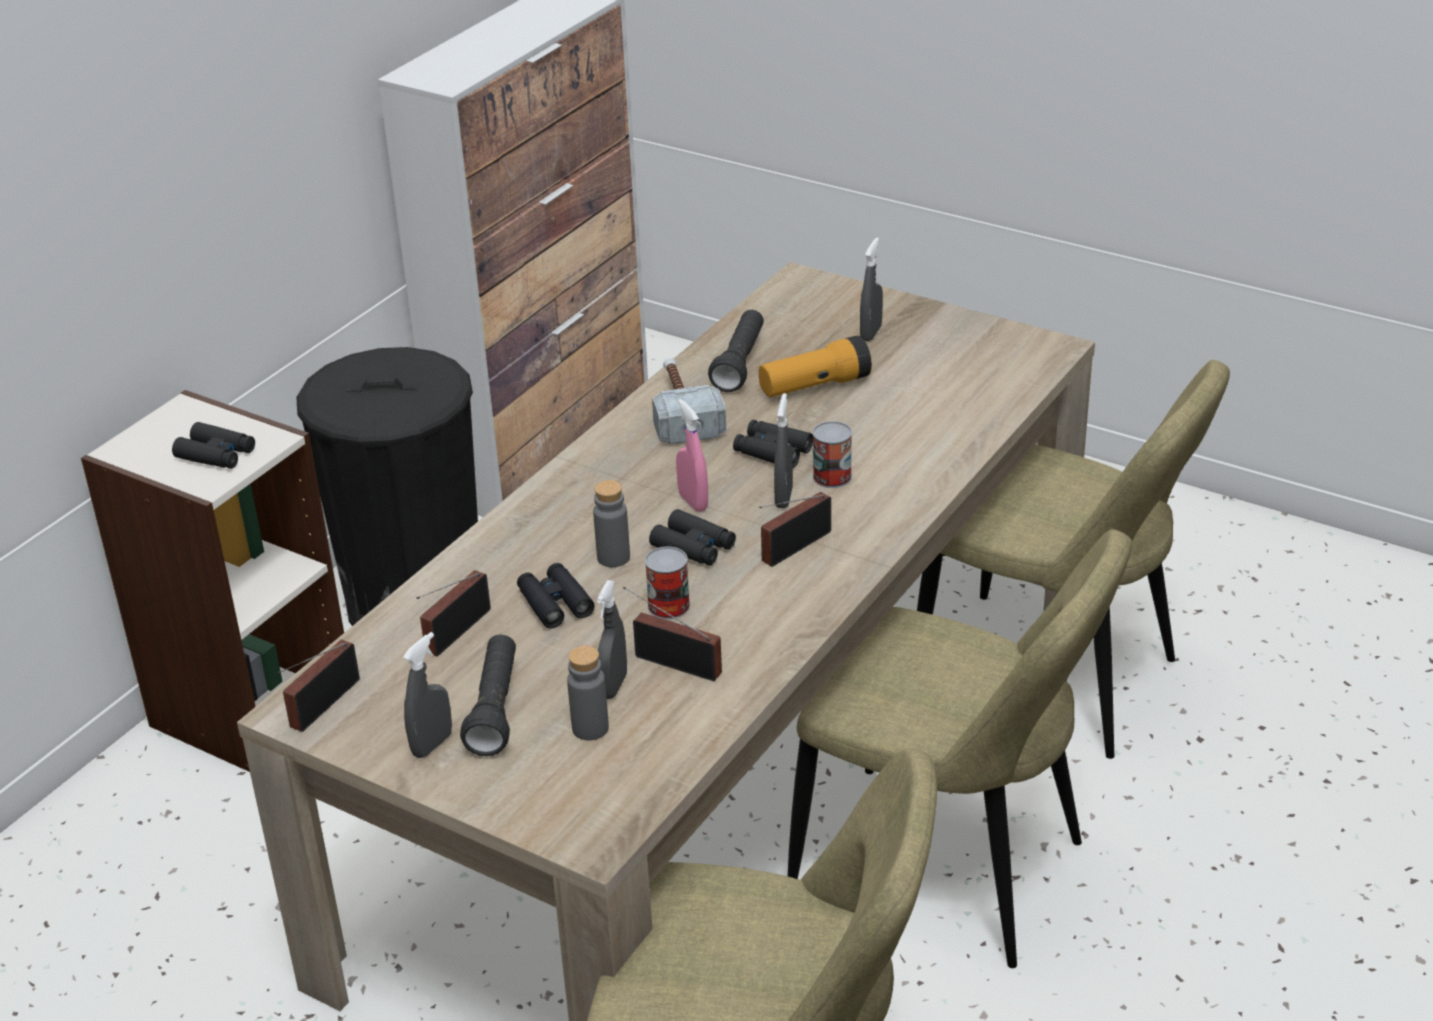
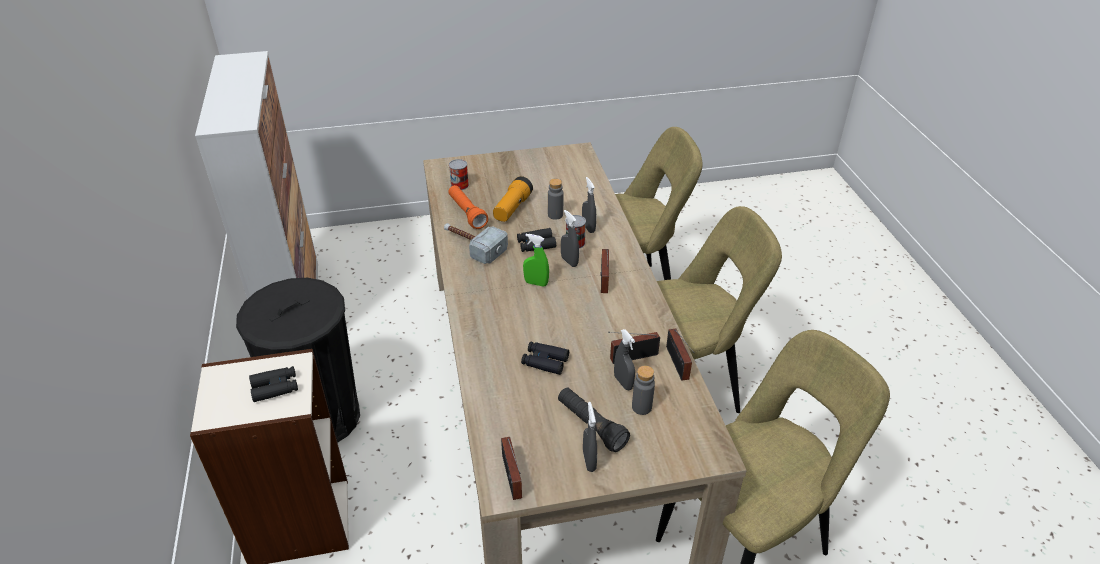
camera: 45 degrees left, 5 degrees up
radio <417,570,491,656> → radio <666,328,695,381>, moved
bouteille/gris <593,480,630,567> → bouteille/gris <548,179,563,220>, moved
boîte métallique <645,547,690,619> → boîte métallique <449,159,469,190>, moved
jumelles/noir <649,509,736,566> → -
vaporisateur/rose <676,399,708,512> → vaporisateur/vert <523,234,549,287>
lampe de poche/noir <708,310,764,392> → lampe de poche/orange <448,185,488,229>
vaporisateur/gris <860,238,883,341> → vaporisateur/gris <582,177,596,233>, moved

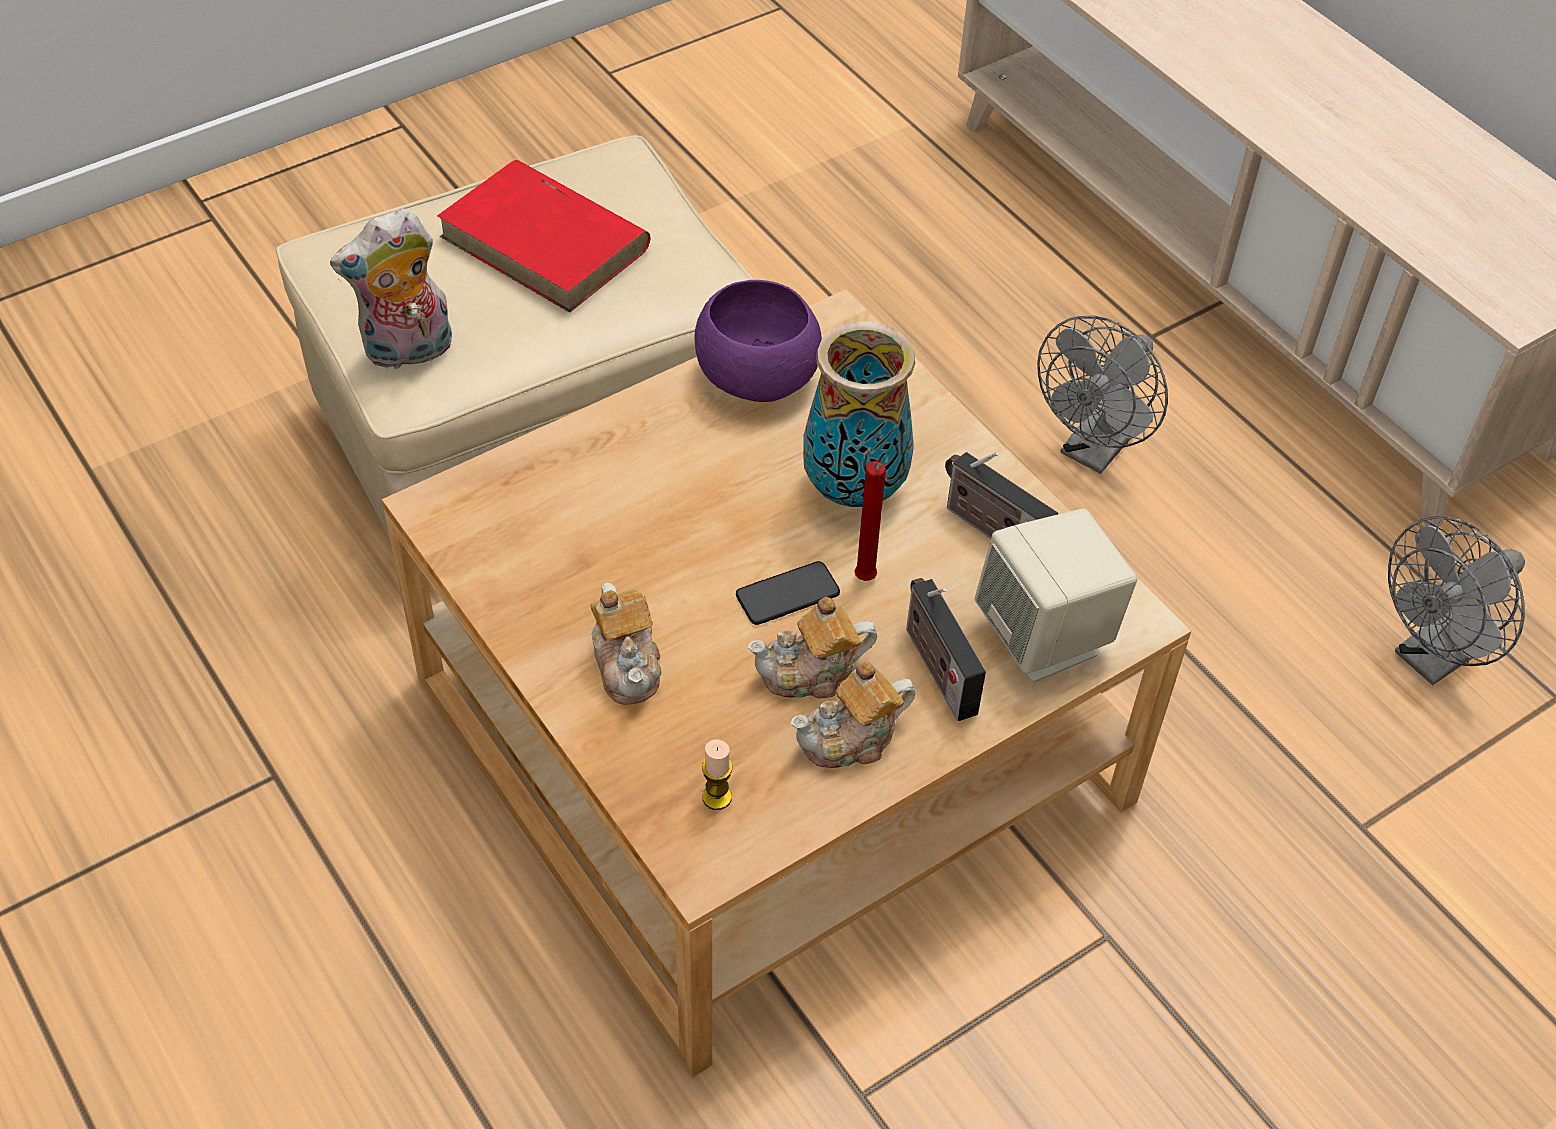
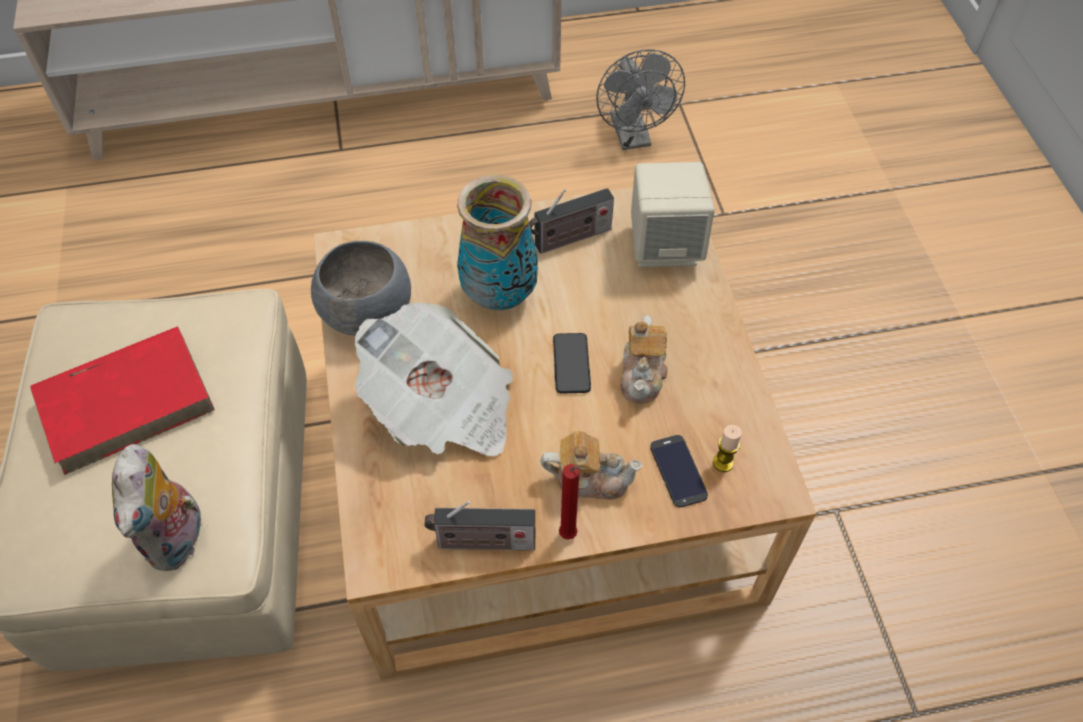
camera: 65 degrees left, 5 degrees up
bol/violet <694,280,822,402> → bol/gris <311,241,411,336>
théière <791,662,916,768> → -
bougie/rouge <854,461,886,581> → bougie/rouge <559,464,588,540>, moved
radio <906,578,986,721> → radio <424,501,535,550>, moved
ventilateur/gris <1037,315,1168,474> → -
- → journal <355,303,513,456>
- → téléphone <650,435,708,508>

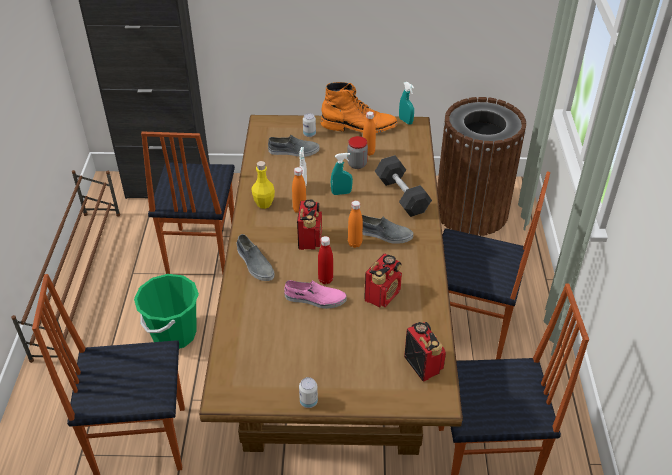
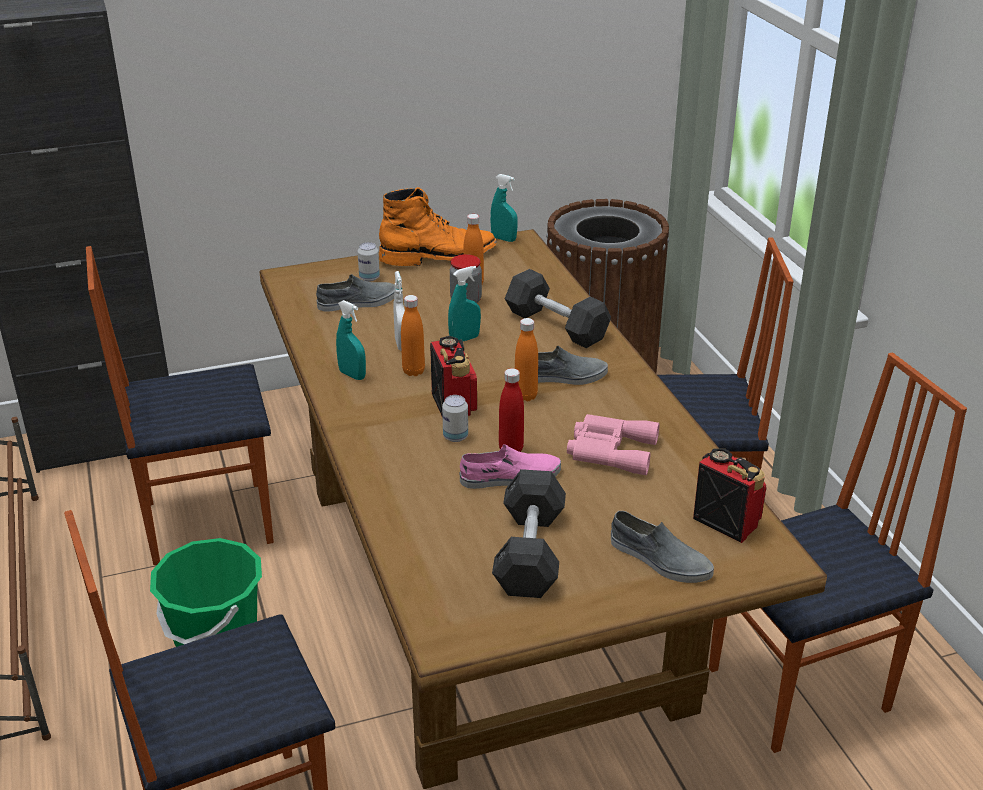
camera: 20 degrees left, 10 degrees down
chaise <141,131,235,274> → chaise <86,246,274,565>, 90 degrees clockwise
chaussure/gris <237,234,275,281> → chaussure/gris <611,511,714,583>, moved
bouteille/jaune <252,161,275,209> → vaporisateur/turquoise <336,300,366,380>
boîte métallique <299,377,318,408> → boîte métallique <442,395,468,442>, moved
radio <364,253,402,308> → jumelles/rose <567,414,660,475>
- → haltère/gris <492,469,566,598>

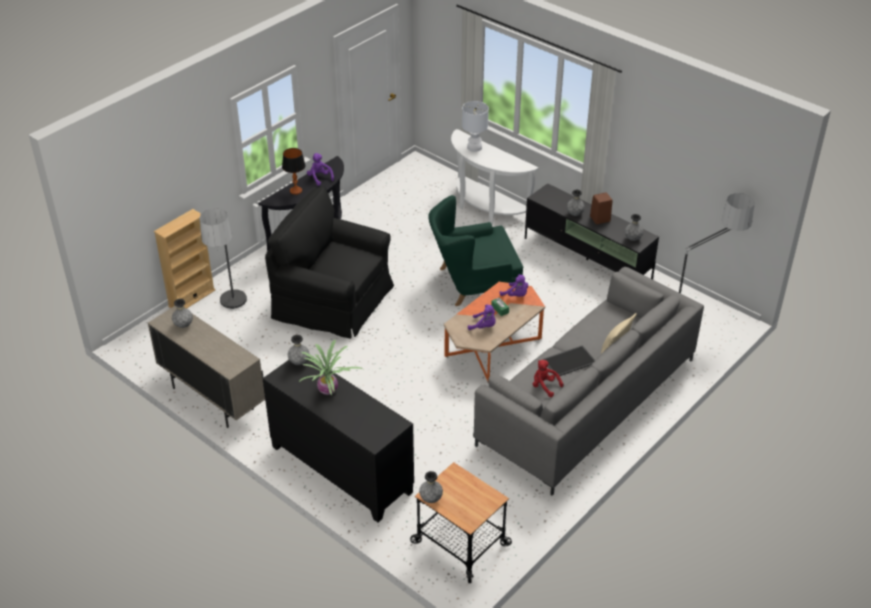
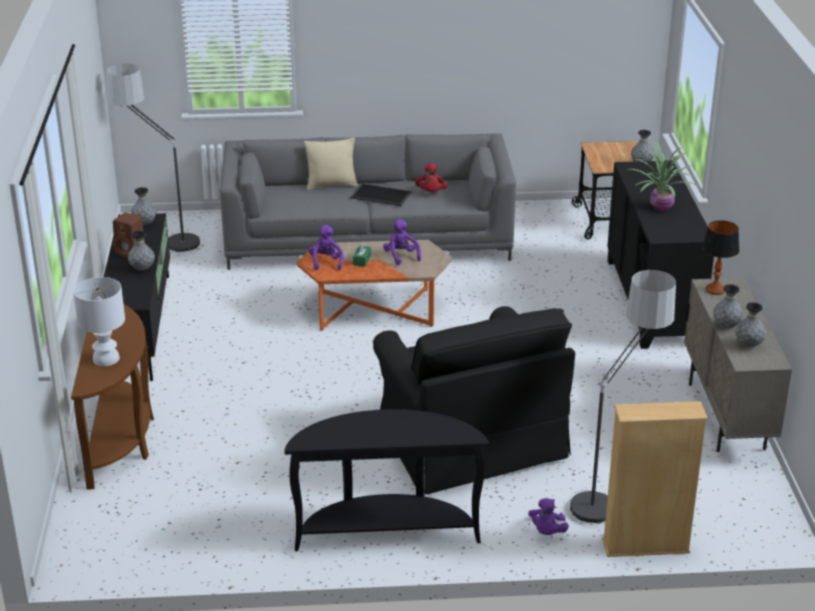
camera: 135 degrees left, 10 degrees down
lampe de table <282,148,306,195> → lampe de table <702,220,739,295>, moved
vase/gris <288,335,309,365> → vase/gris <713,284,743,328>, moved
peluche/violet <307,153,334,186> → peluche/violet <528,498,569,535>, moved
fauteuil/vert <428,195,523,306> → -
table console/blanc <451,129,539,224> → table console/marron <71,304,154,490>

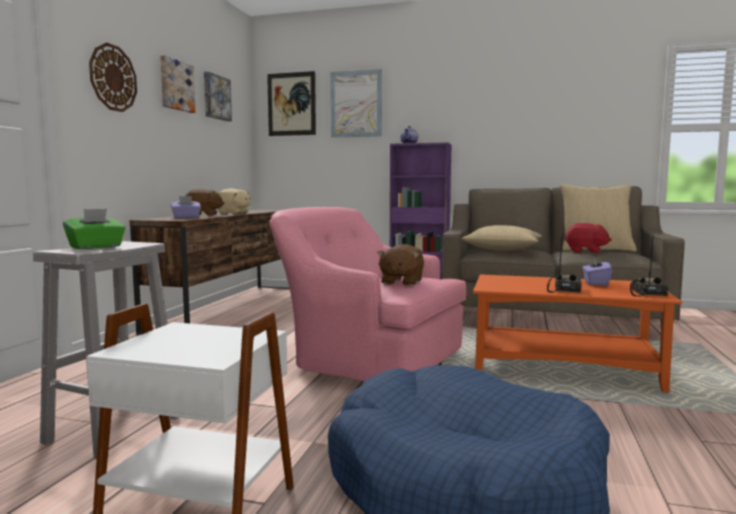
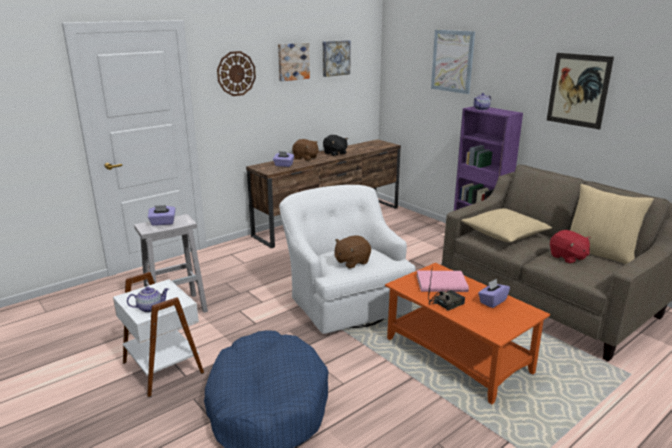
camera: 35 degrees right, 15 degrees up
boîte à mouchoirs/vert <63,209,125,249> → boîte à mouchoirs/violet <148,205,176,226>
peluche/beige <218,189,251,214> → peluche/noir <323,135,348,156>
tableau <267,71,316,136> → tableau <547,53,614,129>, moved
fauteuil/rose <270,207,466,382> → fauteuil/blanc <279,185,416,334>
radio <630,235,669,297> → -
- → théière <127,287,169,313>
- → livre/rose <416,271,469,292>

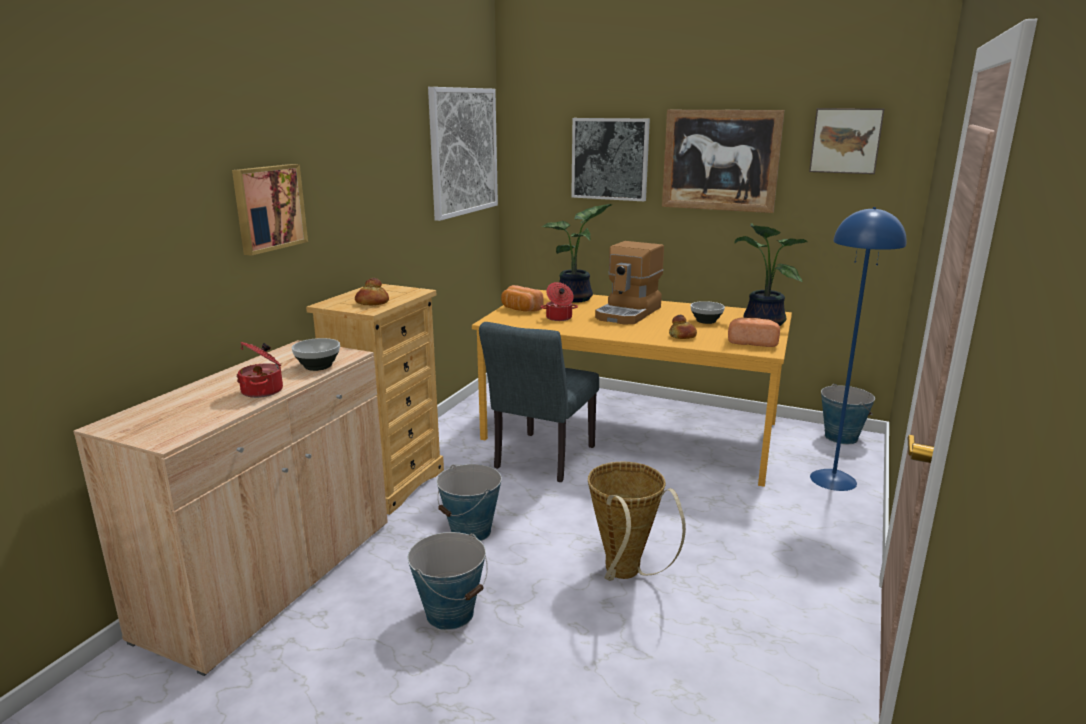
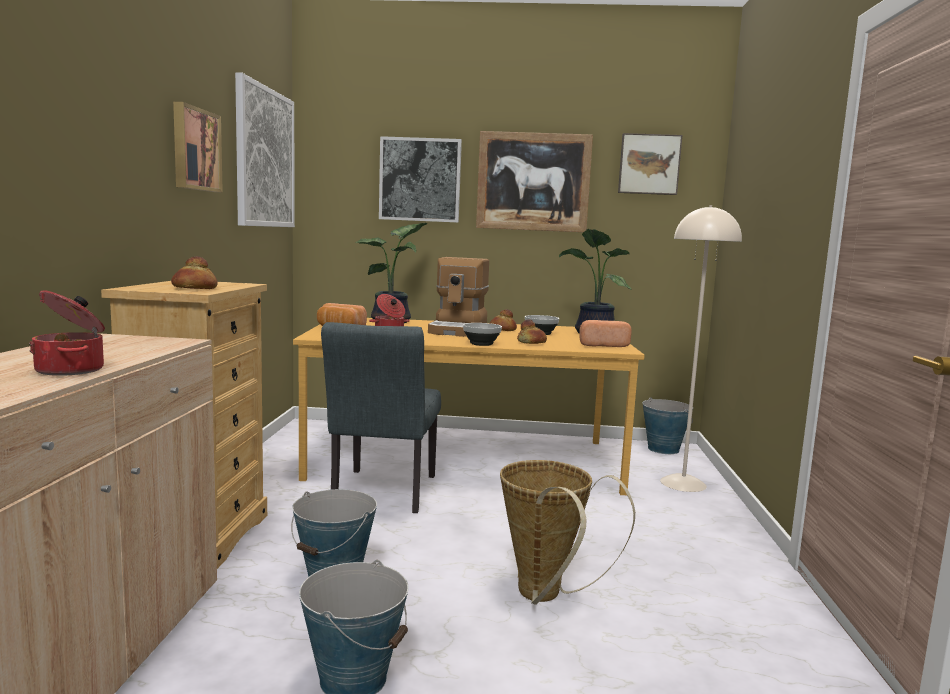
camera: 20 degrees left, 10 degrees down
tableau <232,164,308,256> → tableau <173,102,223,192>, moved
bol <291,338,340,371> → bol <463,323,502,346>, moved
lampadaire/bleu <810,207,906,491> → lampadaire/beige <660,205,742,492>
- → pain <490,309,517,331>

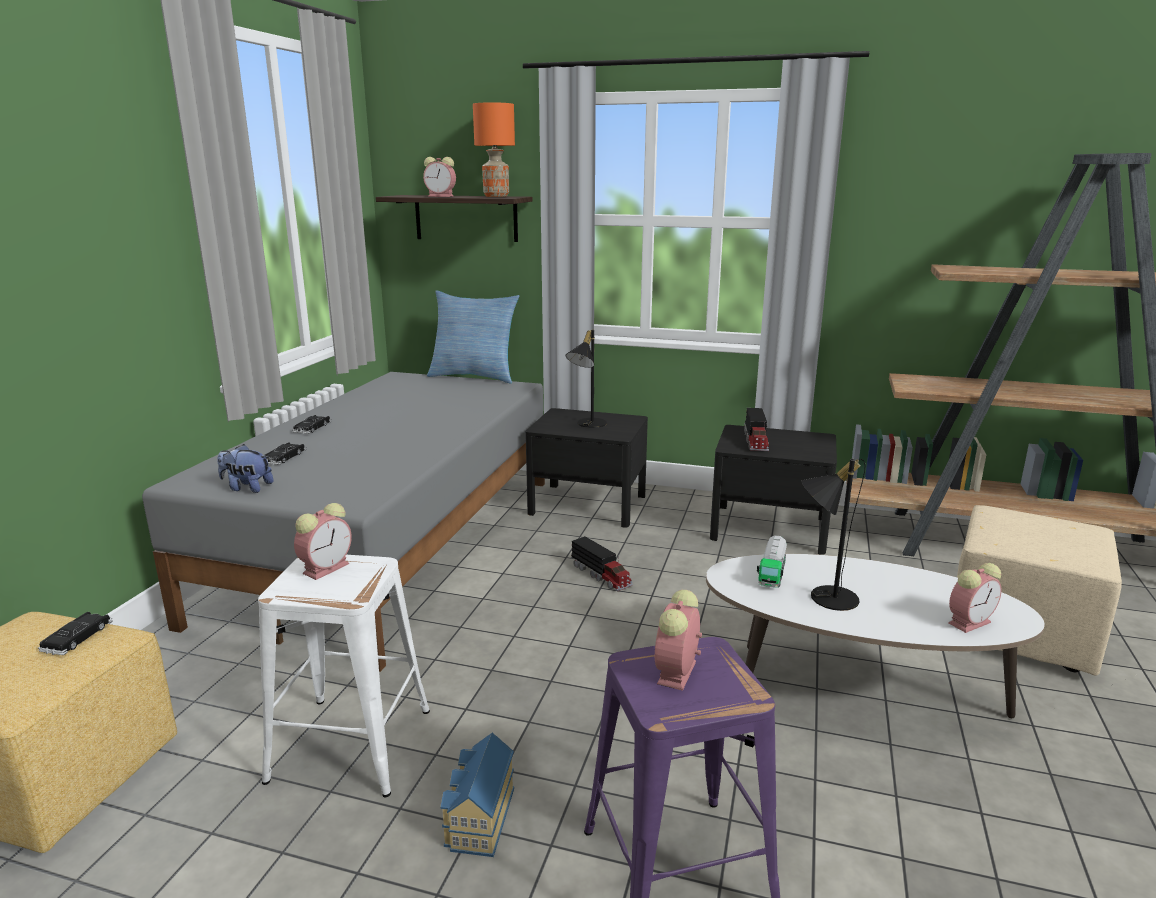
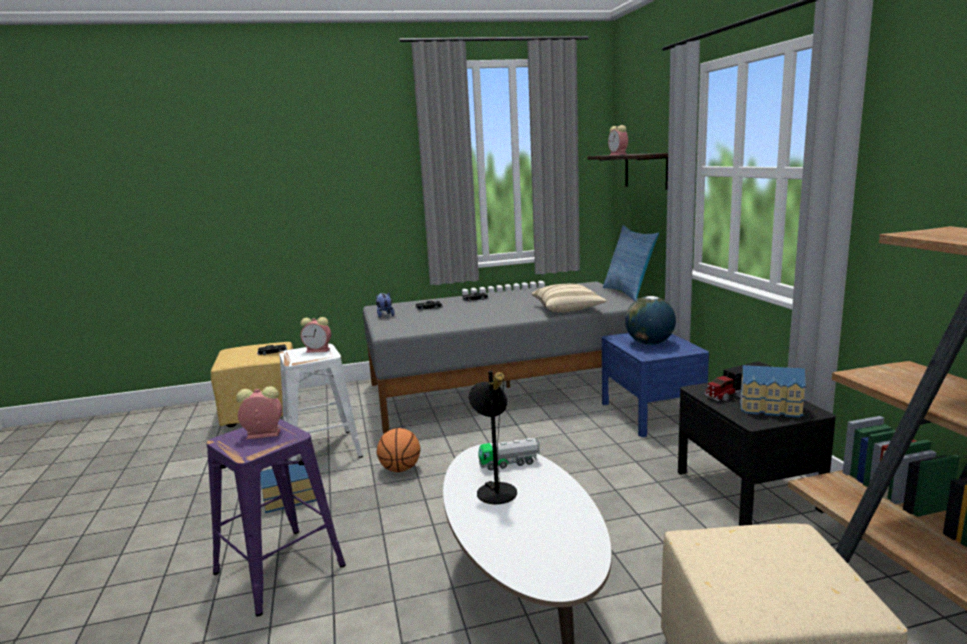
camera: 60 degrees right, 5 degrees down
lampe de table/orange <473,102,515,197> → -
table de chevet/noir <526,408,648,527> → table de chevet/bleu <602,333,709,437>
lampe de table/noir <566,330,607,428> → globe <625,296,676,345>
camion jouet <571,536,633,592> → -
réveil <949,563,1002,633> → -
- → ballon de basket <376,428,421,472>
- → coussin/beige <532,284,607,312>
- → maison miniature <740,365,806,418>

